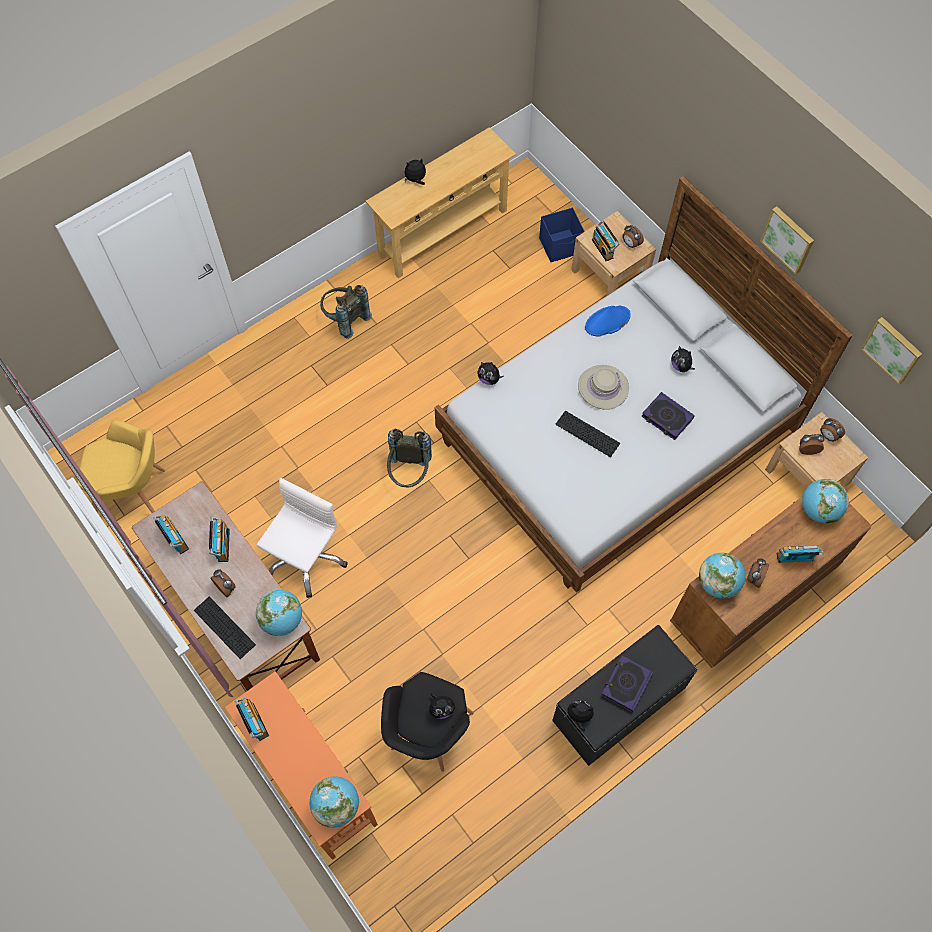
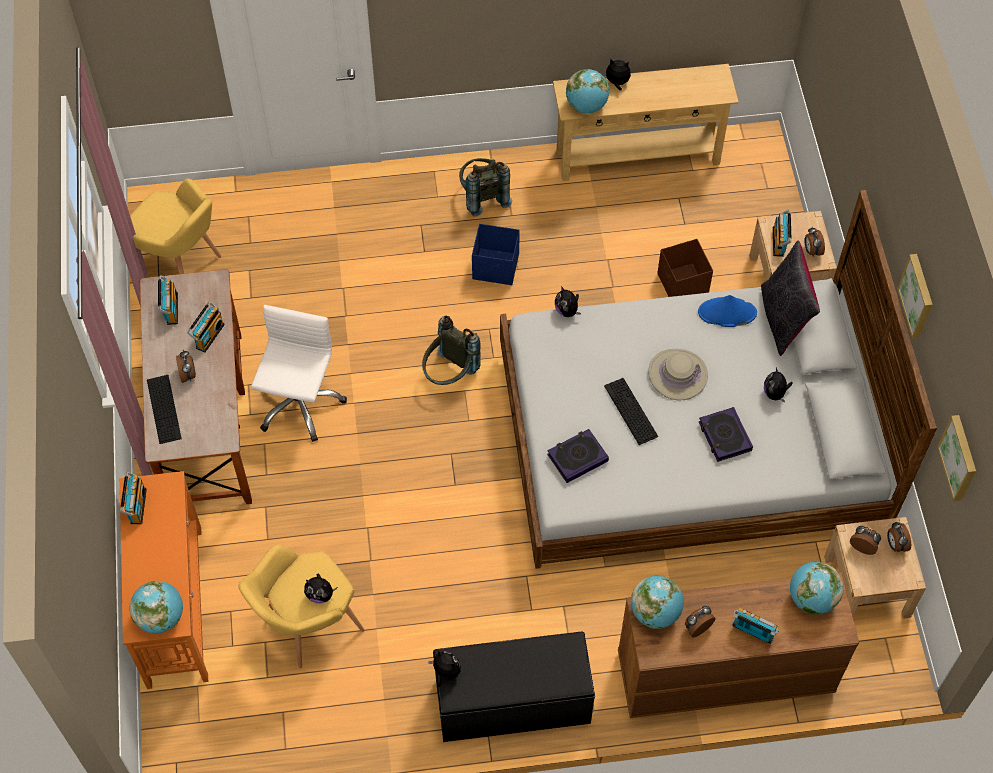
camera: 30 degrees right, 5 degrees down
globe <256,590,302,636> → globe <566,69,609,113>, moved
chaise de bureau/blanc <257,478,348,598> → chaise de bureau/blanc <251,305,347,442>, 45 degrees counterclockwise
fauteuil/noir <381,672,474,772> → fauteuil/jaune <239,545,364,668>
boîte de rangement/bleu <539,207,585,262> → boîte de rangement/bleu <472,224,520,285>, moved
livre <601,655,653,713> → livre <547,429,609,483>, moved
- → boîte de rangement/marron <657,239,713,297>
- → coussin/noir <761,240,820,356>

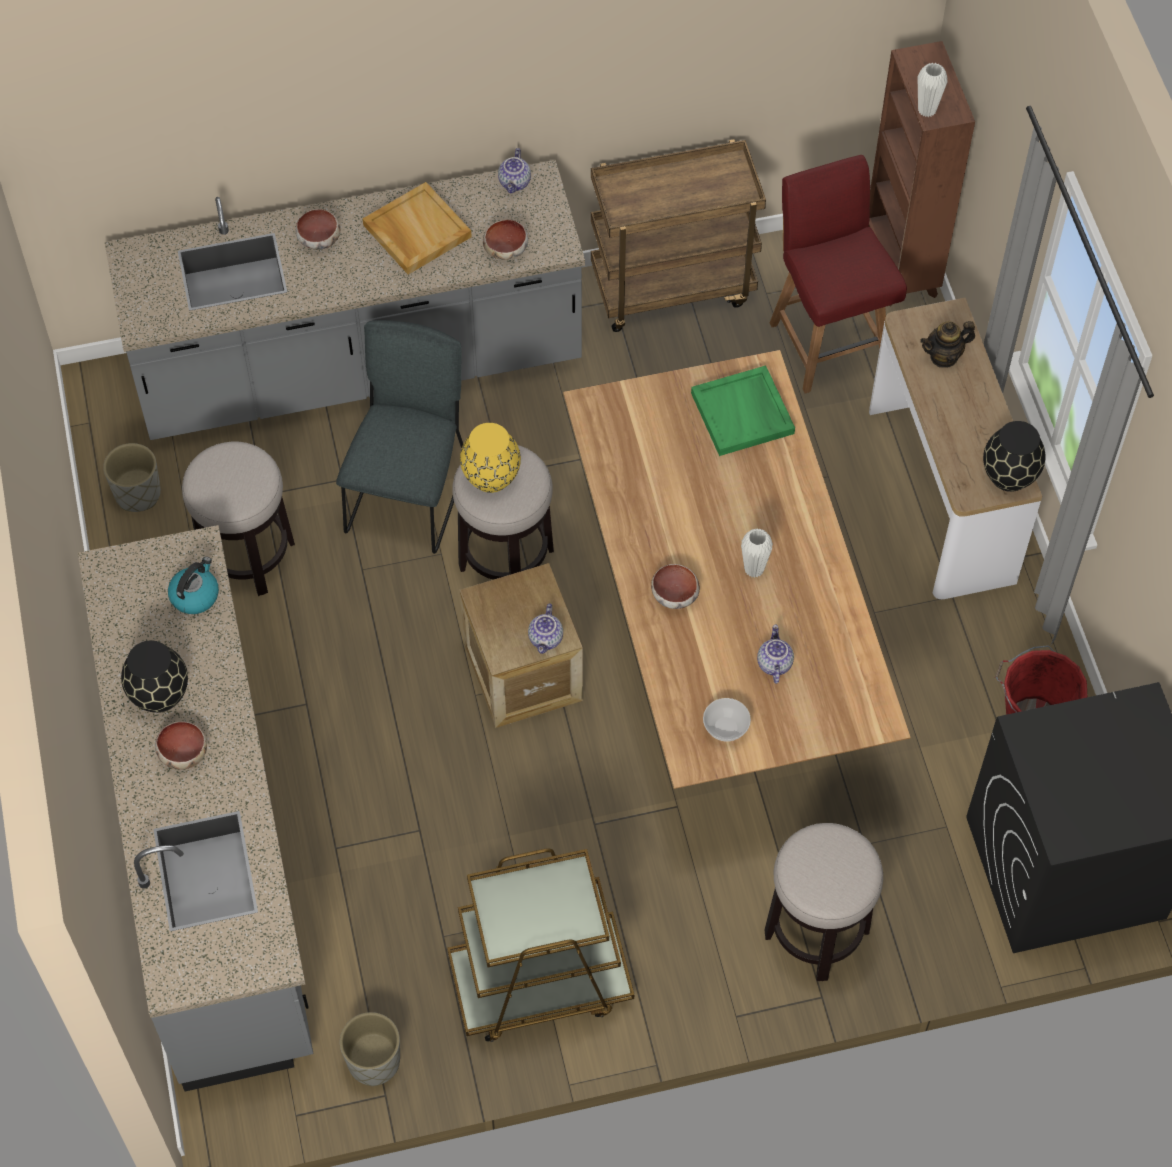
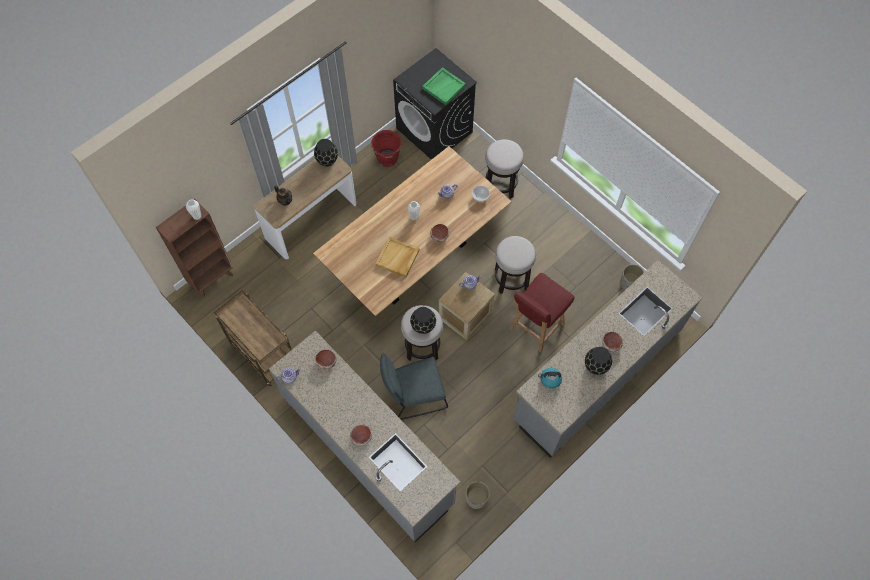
camera: 120 degrees left, 5 degrees up
tabouret <182,442,295,596> → tabouret <495,236,536,294>, moved
plateau/beige <363,182,472,275> → plateau/beige <376,237,420,277>, moved
chariot/marron <447,849,634,1042> → -
vase/jaune <460,423,521,493> → vase/noir <410,307,436,334>
plateau/vert <691,365,795,456> → plateau/vert <422,67,466,105>, moved
chaise/rouge <770,155,907,394> → chaise/rouge <509,273,575,352>, moved

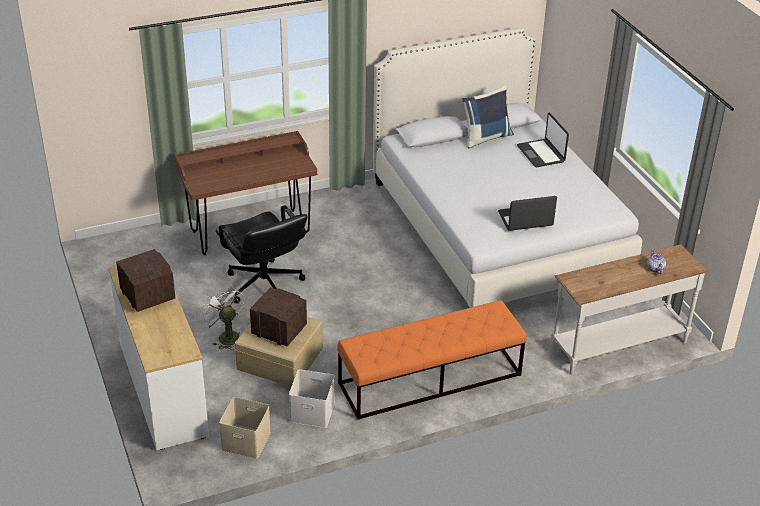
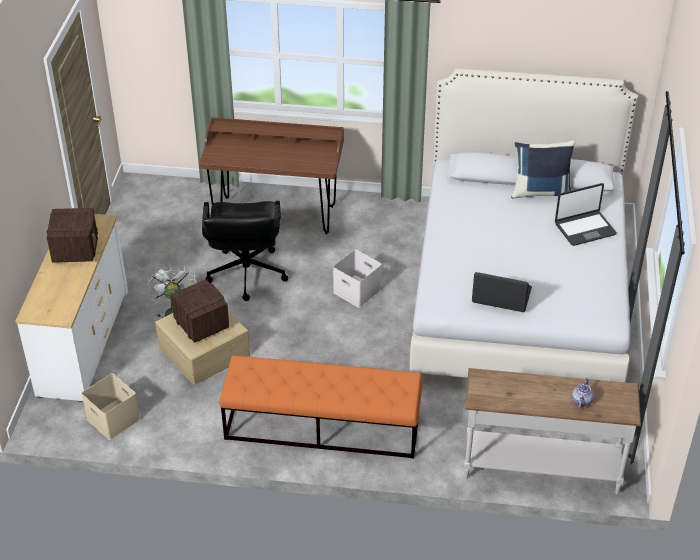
camera: 30 degrees right, 5 degrees up
boîte de rangement/blanc <289,369,335,428> → boîte de rangement/blanc <333,249,382,308>, moved
ordinateur portable <517,112,569,167> → ordinateur portable <555,183,617,246>, 120 degrees counterclockwise

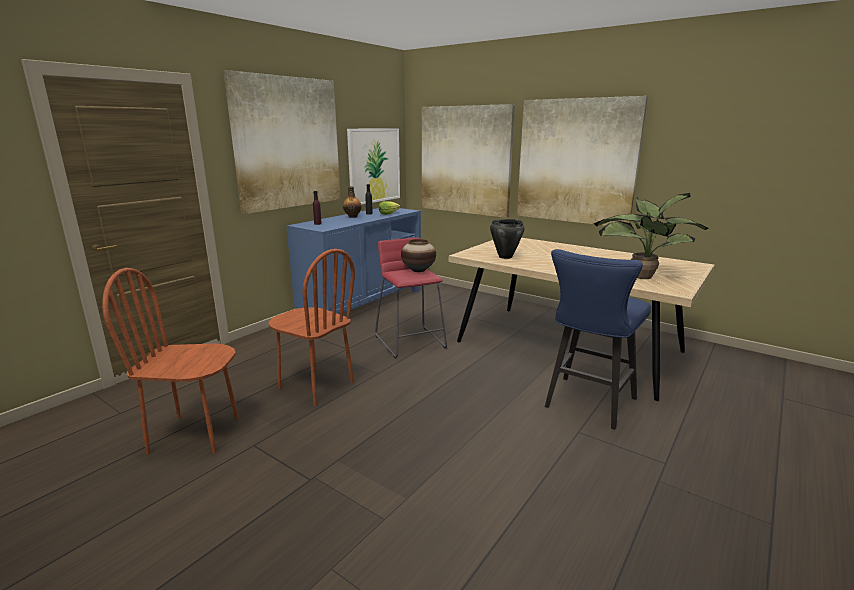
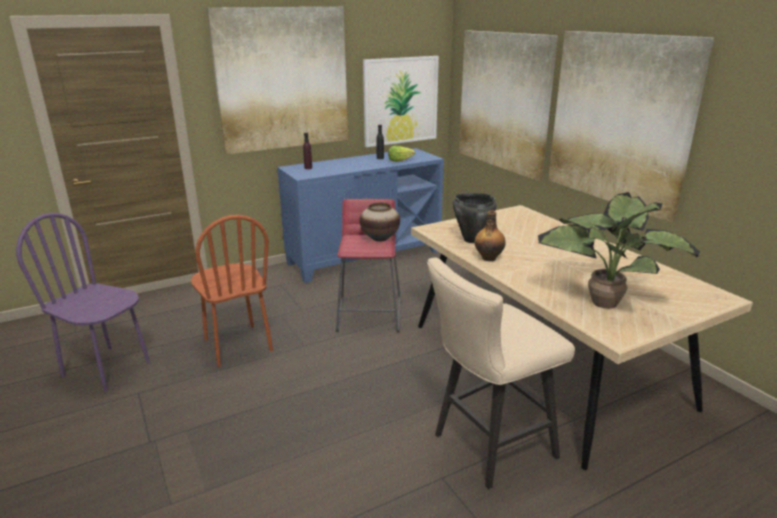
camera: 25 degrees right, 5 degrees up
chaise/marron <102,268,239,455> → chaise/violet <16,213,150,392>
bouteille <343,186,362,218> → bouteille <474,210,506,261>, moved
tabouret/bleu <545,249,651,429> → tabouret/beige <427,258,575,489>

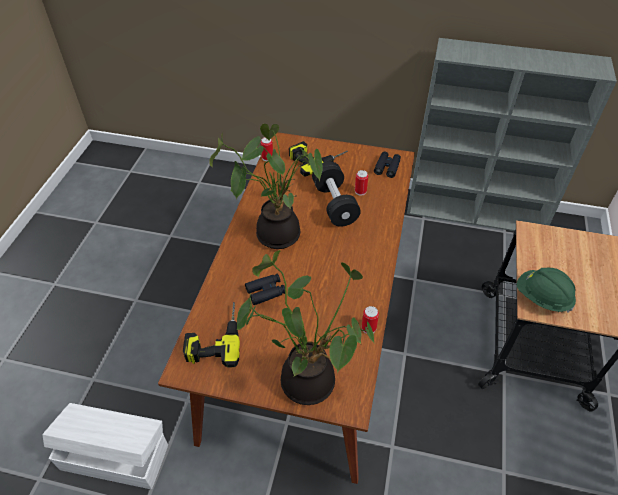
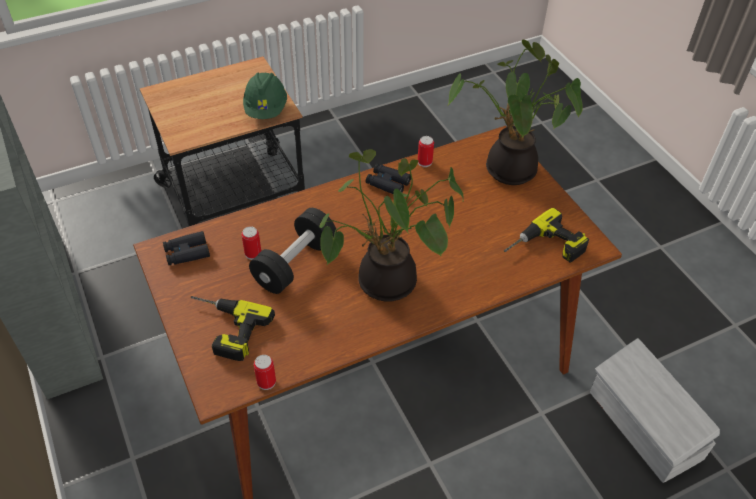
camera: 130 degrees left, 0 degrees up
jumelles/noir <245,274,285,305> → jumelles/noir <366,164,411,194>, moved

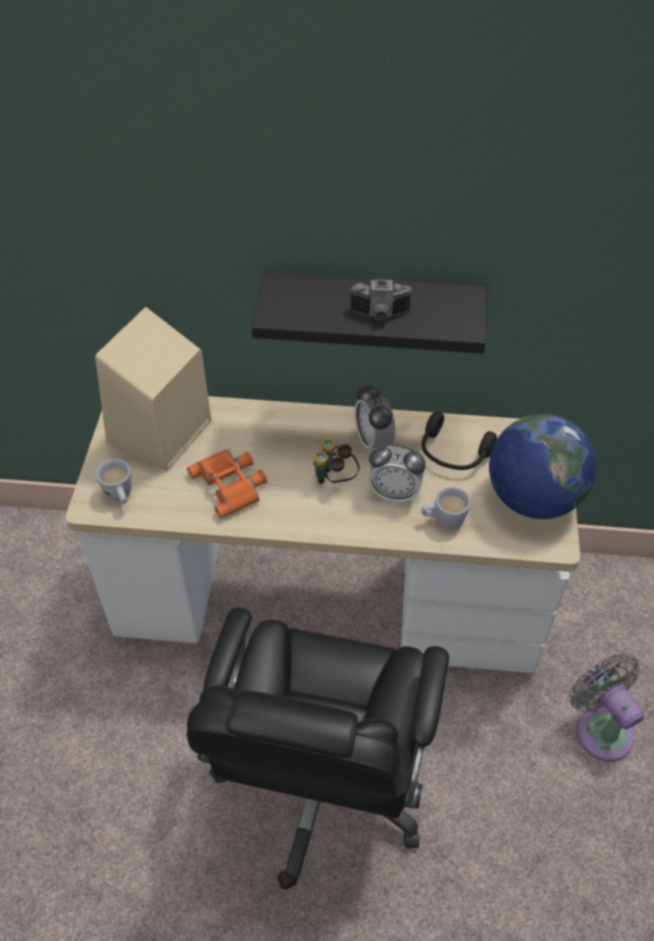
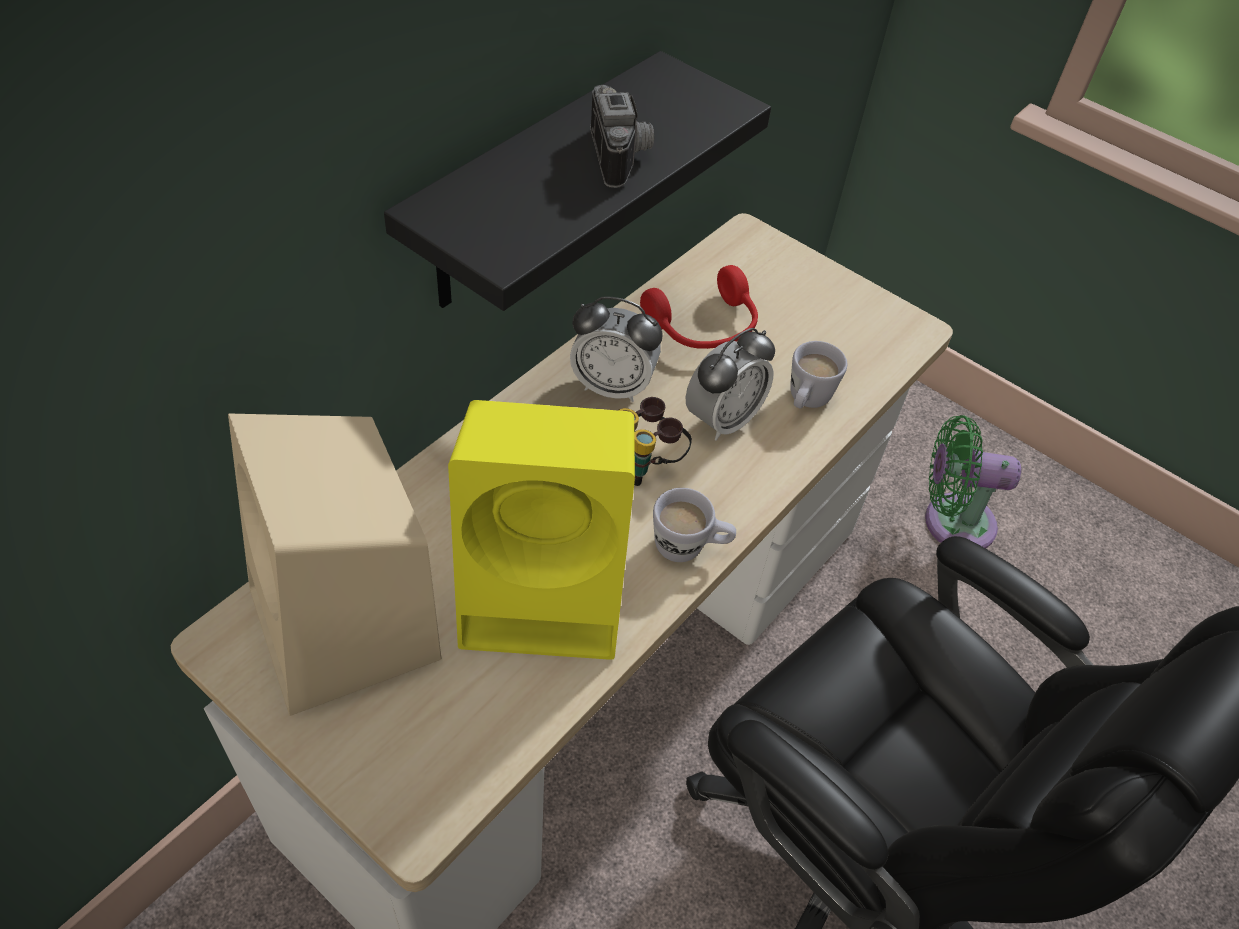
camera: 60 degrees left, 0 degrees up
mug/blanc <96,459,132,504> → mug/blanc <653,488,736,562>, moved
jumelles/orange <187,449,267,519> → enceinte/jaune <448,400,635,660>
appareil photo <349,280,414,321> → appareil photo <590,85,654,188>, 45 degrees counterclockwise
casque audio/noir <422,412,497,470> → casque audio/rouge <640,265,758,349>
globe <489,414,597,519> → -
ventilateur/gris <569,654,644,762> → ventilateur/vert <925,415,1021,549>

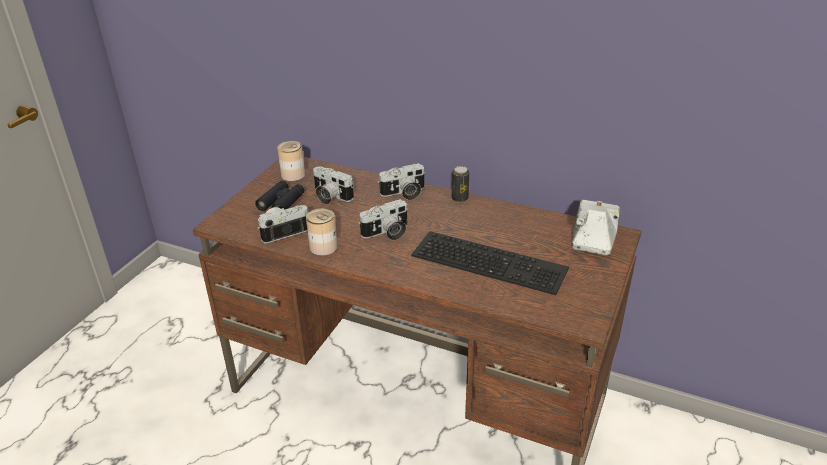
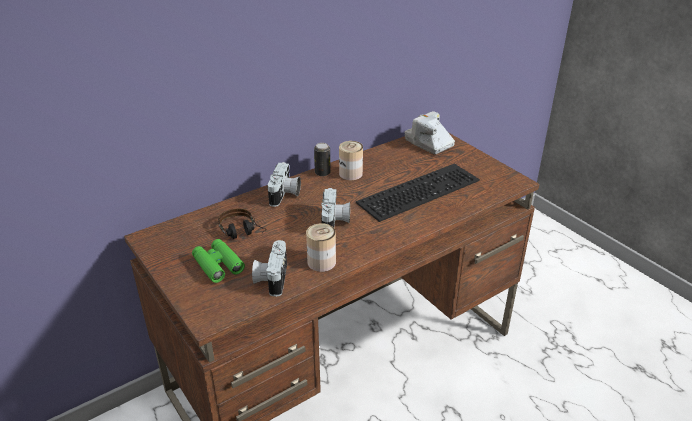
camera: 60 degrees left, 0 degrees up
jumelles/noir <255,181,304,211> → jumelles/vert <192,239,245,283>
boîte métallique <277,141,305,181> → boîte métallique <339,141,363,180>, moved
appareil photo <313,166,354,204> → casque audio <218,209,267,239>

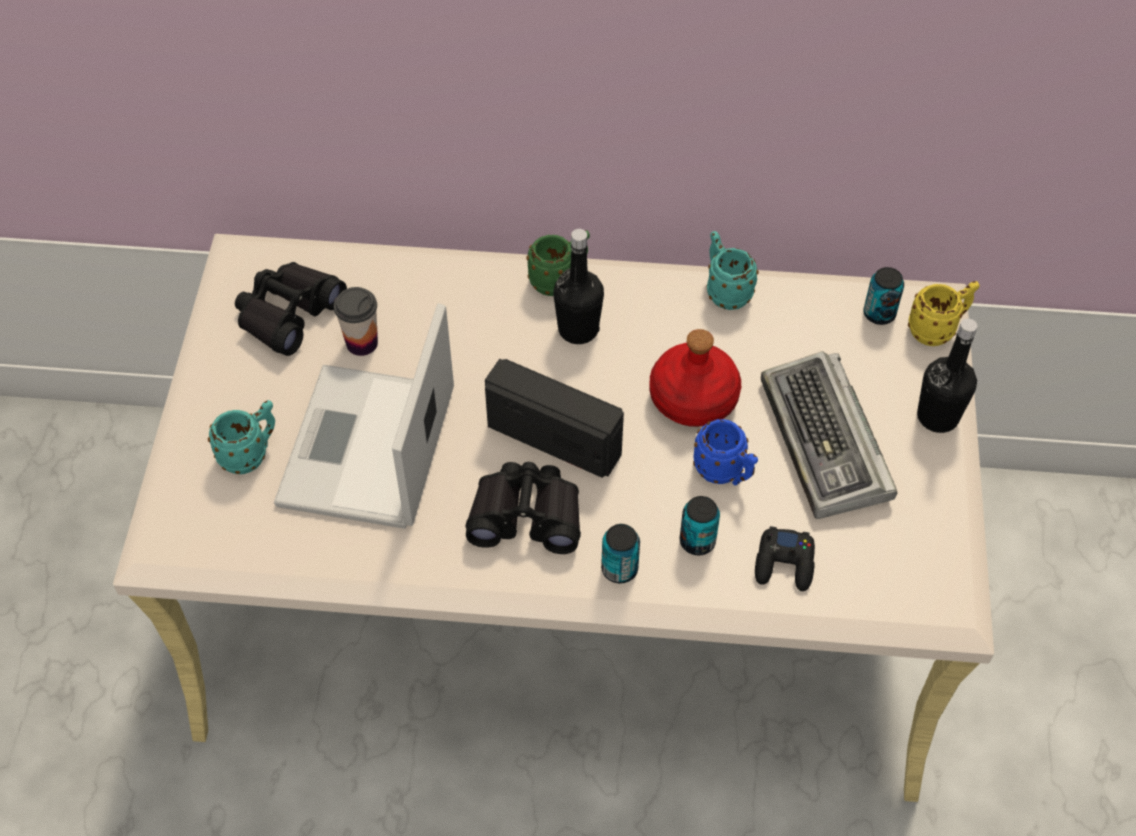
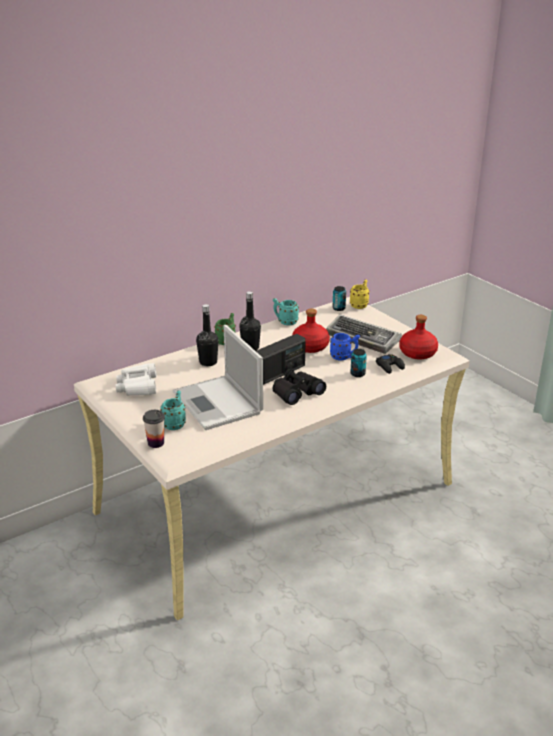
camera: 40 degrees left, 25 degrees down
jumelles/noir <235,262,347,356> → jumelles/blanc <116,363,157,396>
tasse <334,287,378,356> → tasse <143,410,165,448>, moved
radio <485,359,624,478> → radio <256,334,306,385>, 150 degrees clockwise
boîte métallique <601,524,640,583> → -
bouteille/noir <917,319,977,433> → bouteille/noir <196,304,218,366>, moved
- → bouteille/rouge <399,315,438,360>

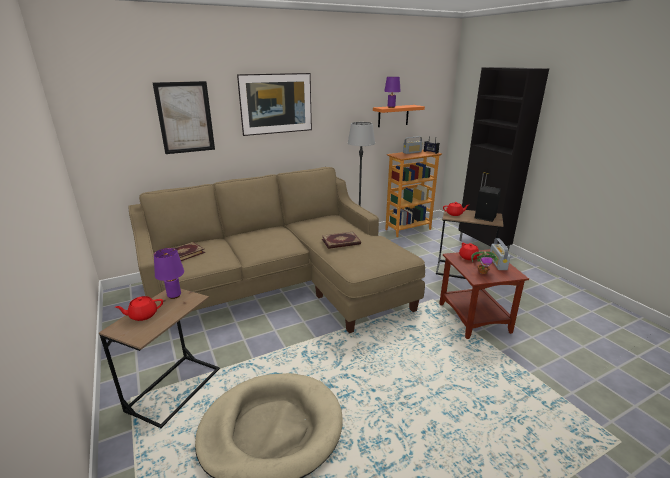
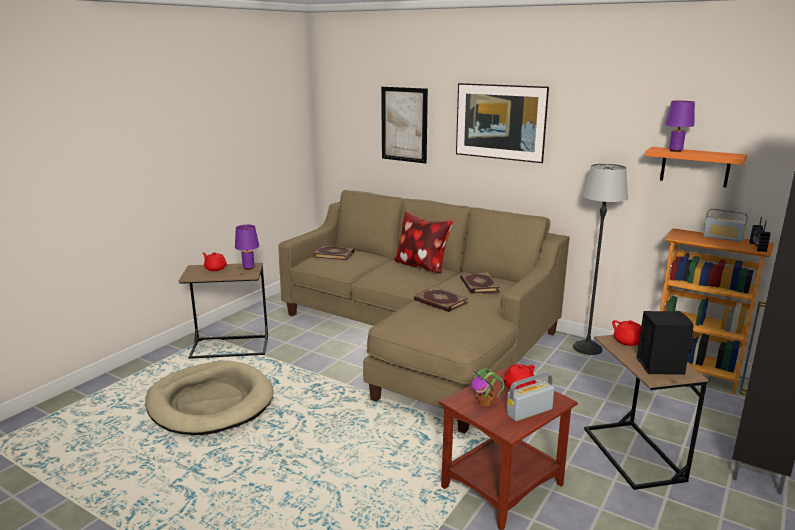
camera: 60 degrees right, 5 degrees down
- → coussin <394,211,453,273>
- → livre <460,272,500,294>

